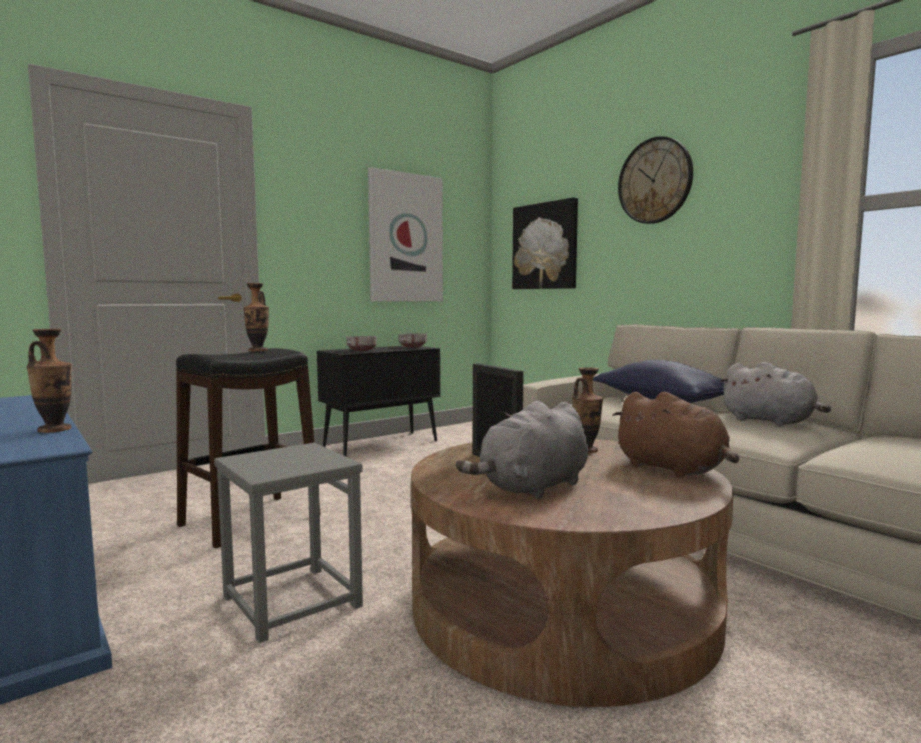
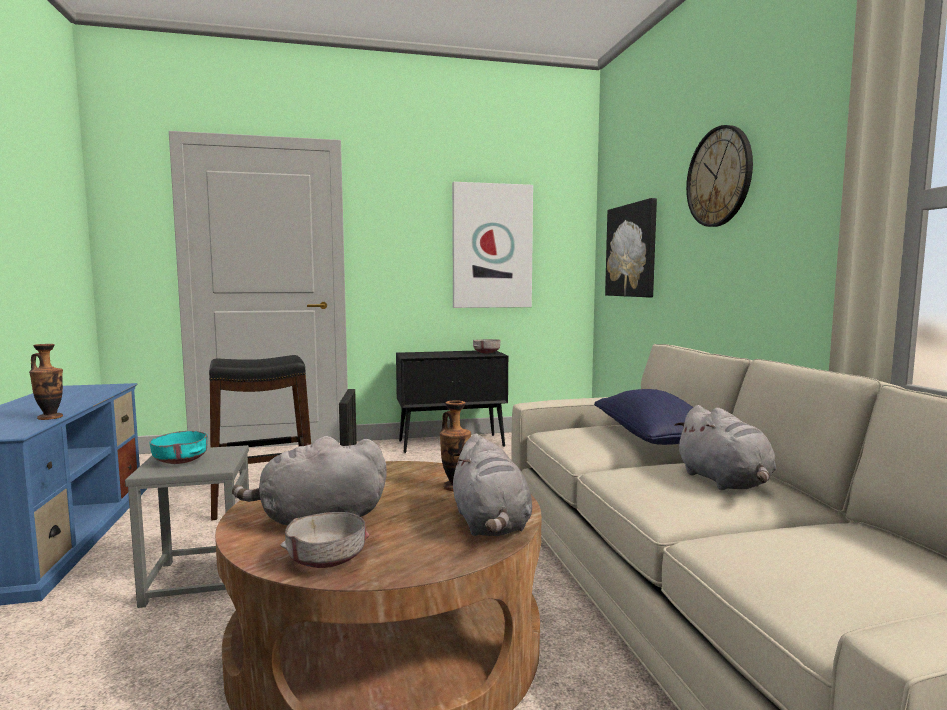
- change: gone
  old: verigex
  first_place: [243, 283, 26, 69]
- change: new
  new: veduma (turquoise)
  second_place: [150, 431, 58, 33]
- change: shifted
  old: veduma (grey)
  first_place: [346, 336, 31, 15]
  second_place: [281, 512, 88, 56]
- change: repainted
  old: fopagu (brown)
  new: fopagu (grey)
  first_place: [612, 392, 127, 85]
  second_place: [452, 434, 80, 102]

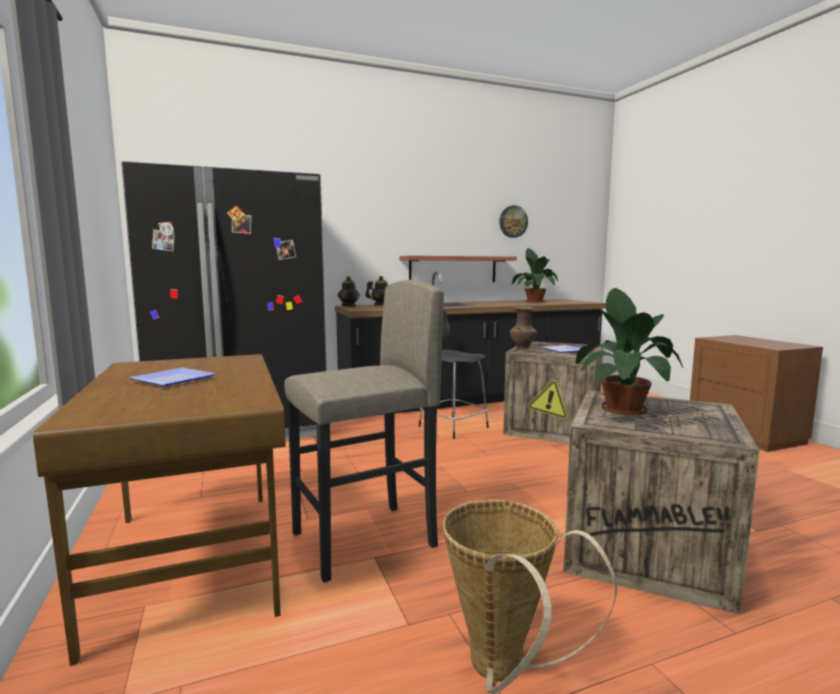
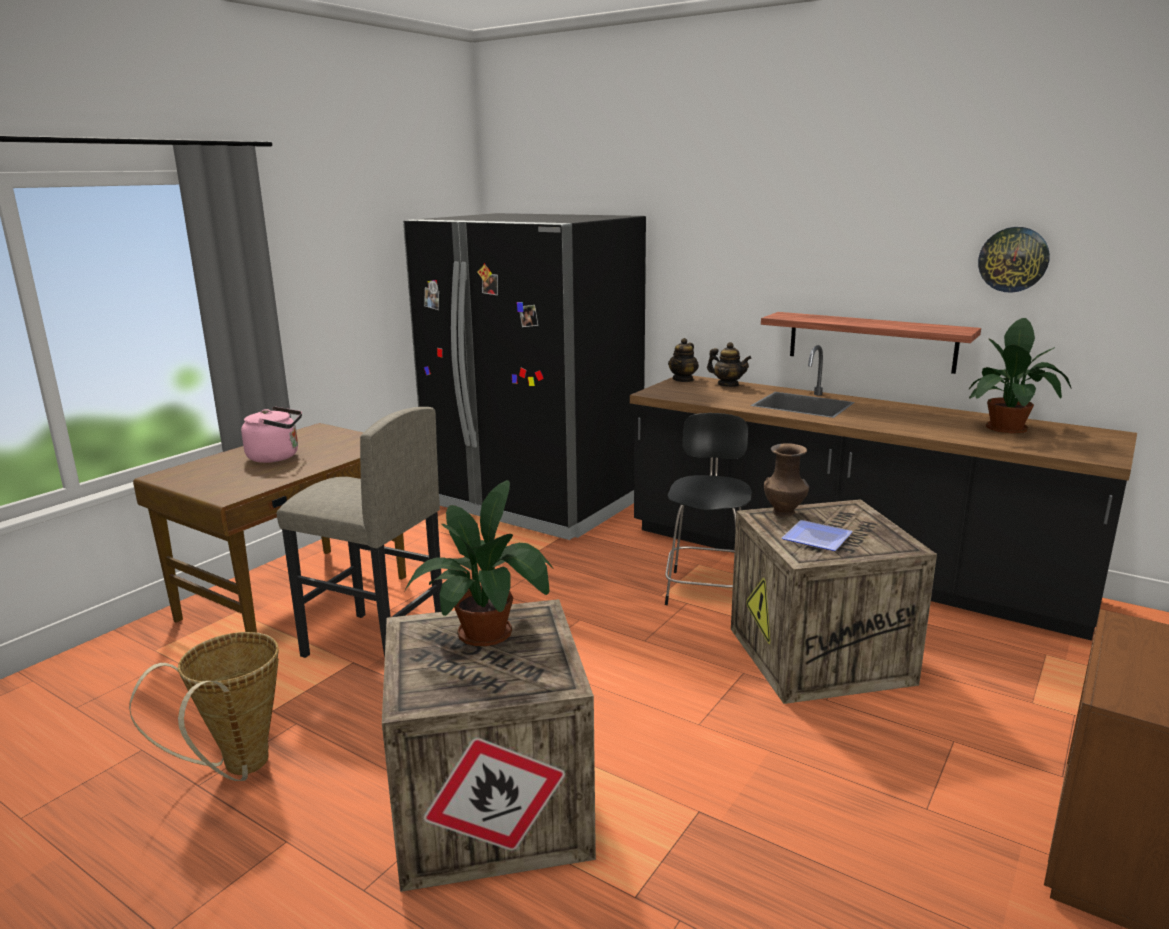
- change: swapped
  old: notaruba
  new: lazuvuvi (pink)
  first_place: [129, 368, 87, 18]
  second_place: [241, 406, 61, 57]

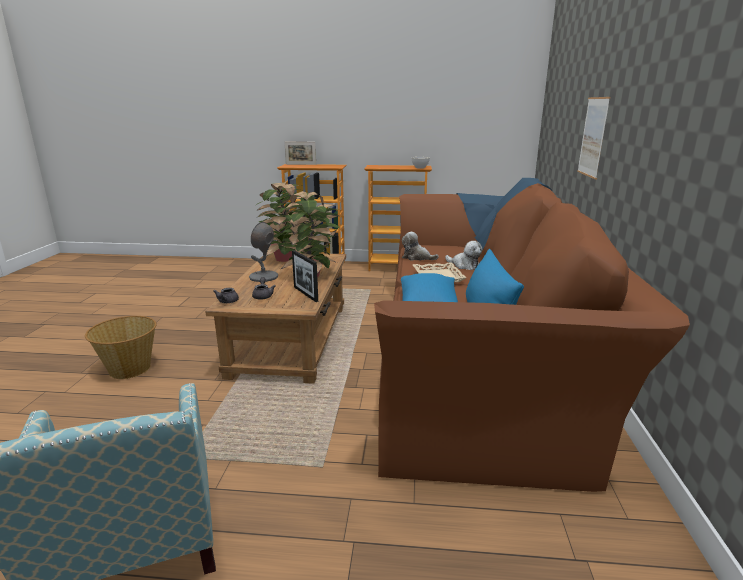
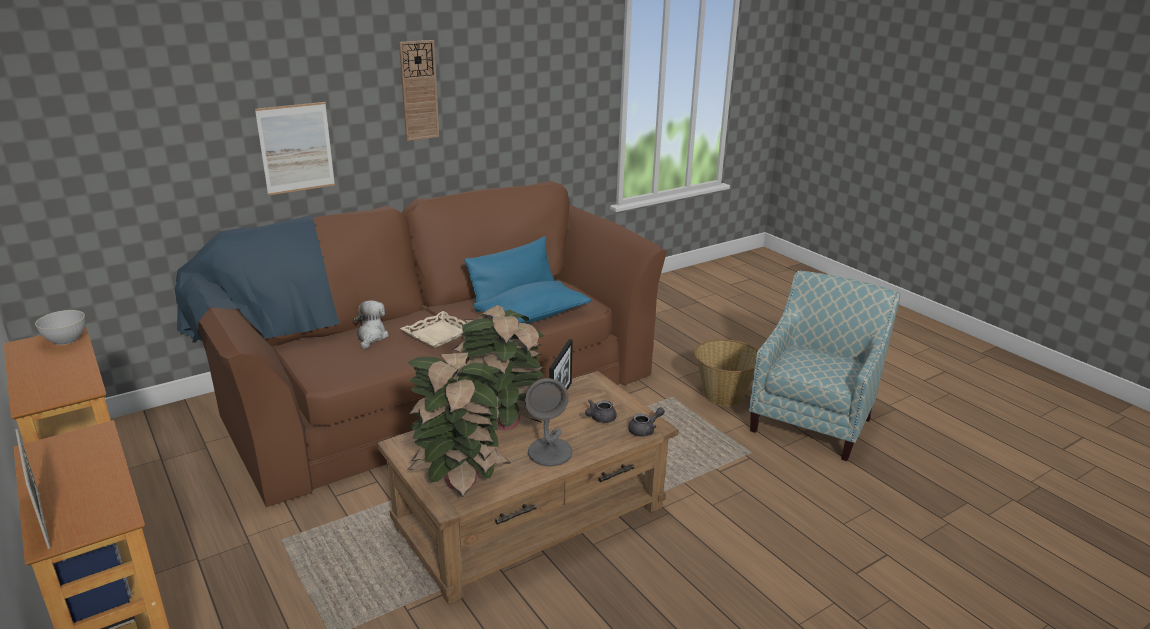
- change: gone
  old: fopagu
  first_place: [402, 232, 37, 28]
- change: new
  new: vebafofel
  second_place: [399, 40, 40, 101]
- change: shifted
  old: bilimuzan
  first_place: [85, 316, 71, 63]
  second_place: [694, 339, 64, 67]

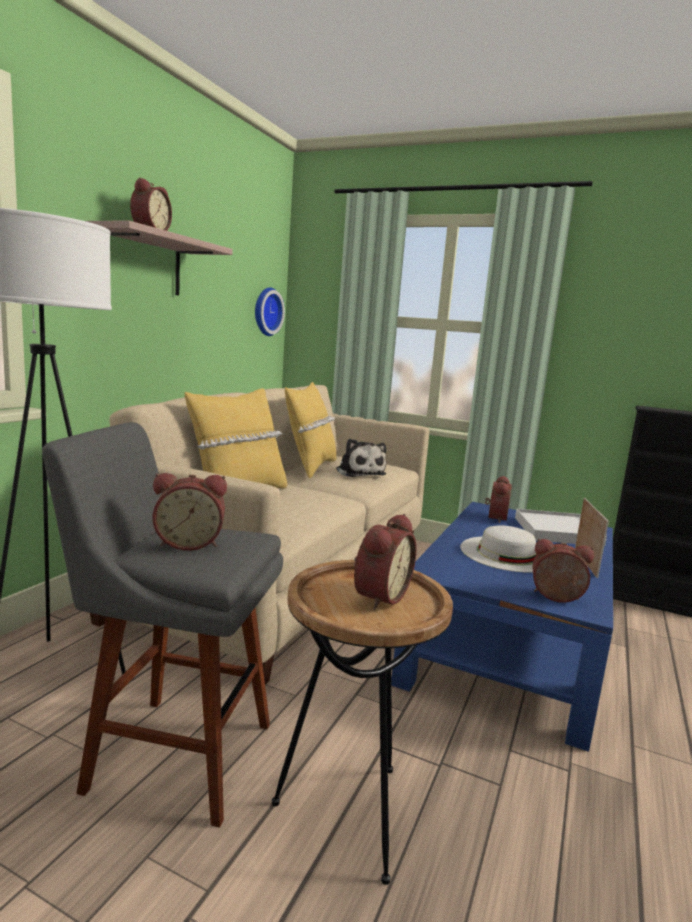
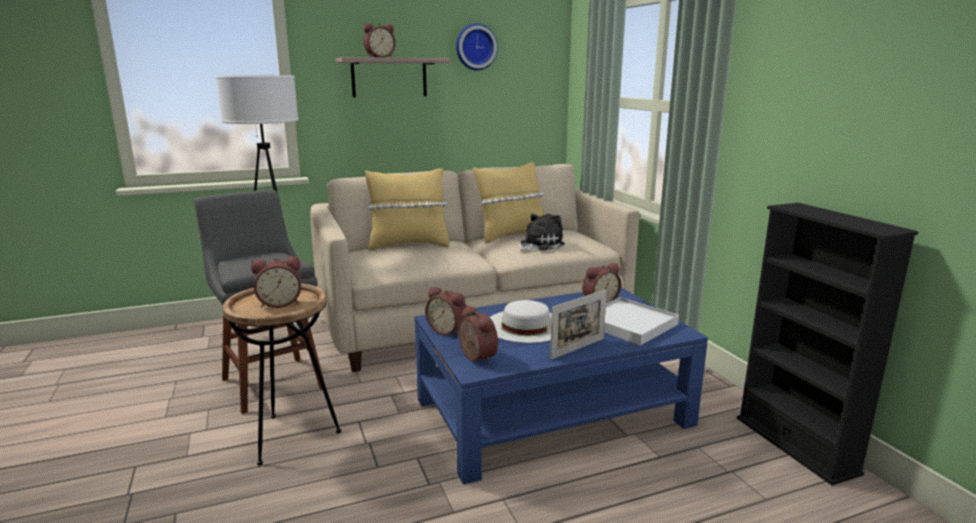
- change: shifted
  old: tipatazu
  first_place: [153, 473, 74, 78]
  second_place: [425, 286, 42, 50]
- change: shifted
  old: vebafofel
  first_place: [255, 287, 30, 49]
  second_place: [456, 23, 42, 47]
- change: rotated
  old: fopagu
  first_place: [336, 439, 50, 38]
  second_place: [520, 213, 45, 38]
  degrees: -150

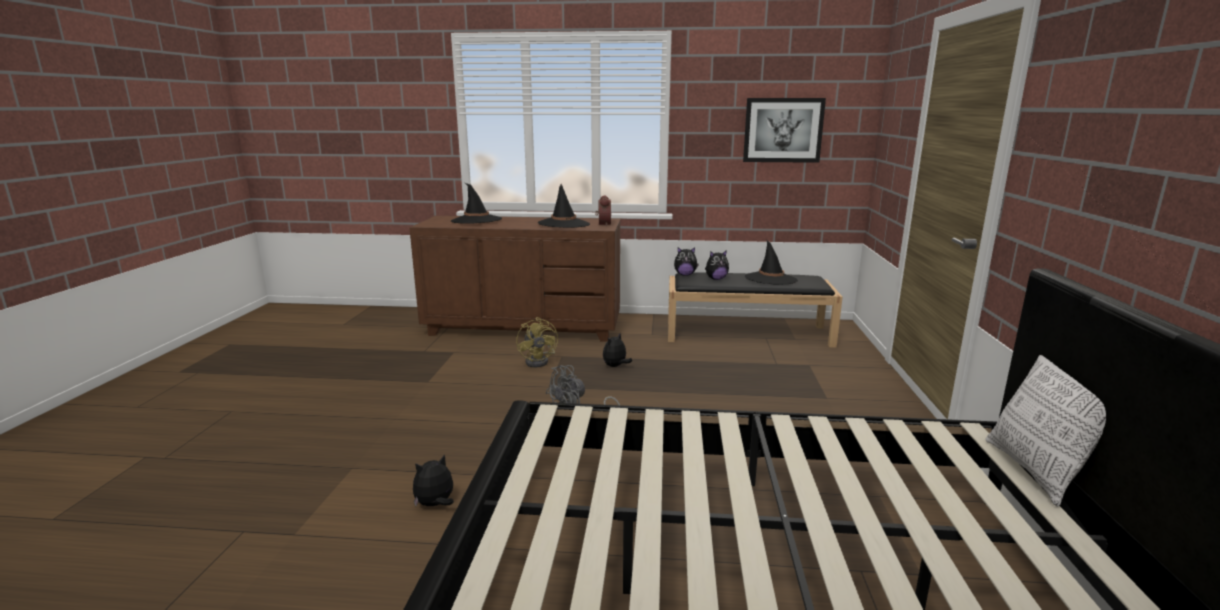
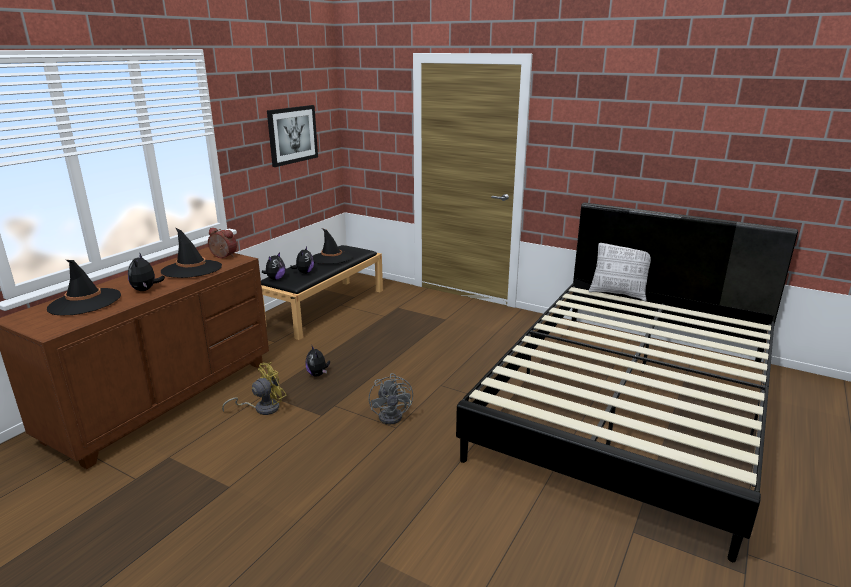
- change: shifted
  old: fopagu
  first_place: [413, 454, 41, 53]
  second_place: [128, 252, 37, 39]
- change: rotated
  old: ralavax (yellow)
  first_place: [516, 317, 42, 50]
  second_place: [222, 362, 65, 53]
  degrees: -45

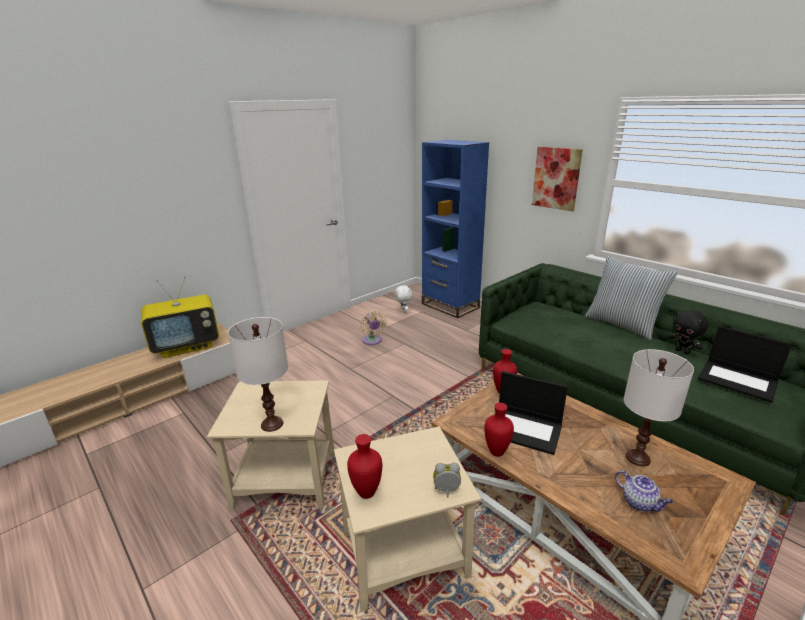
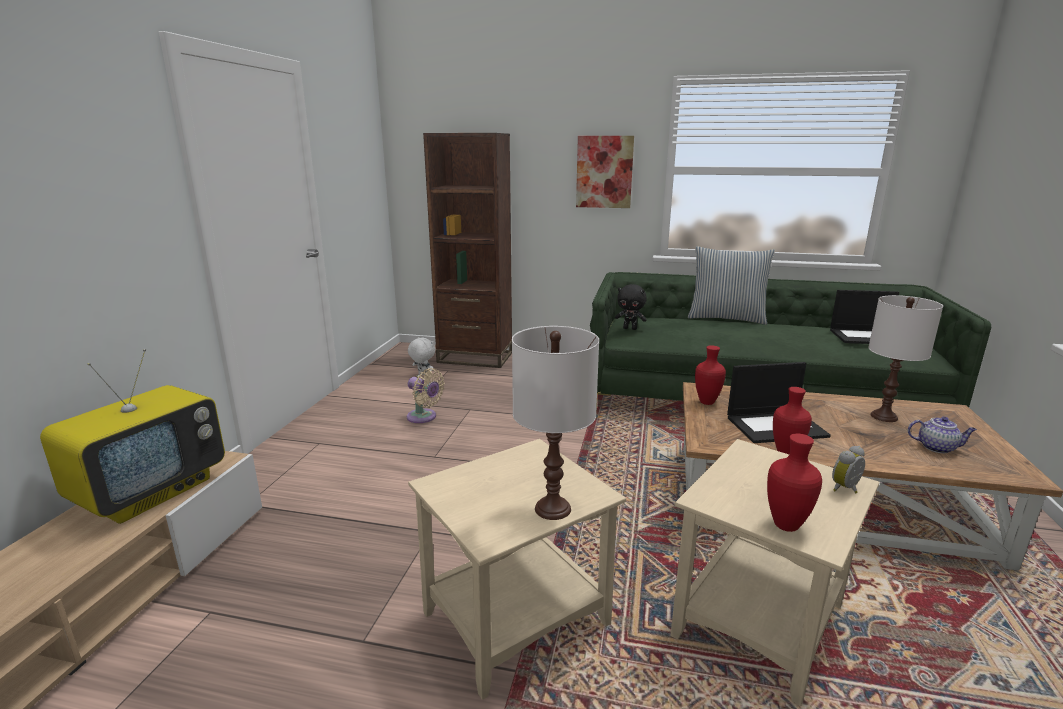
- change: shifted
  old: fopagu (black)
  first_place: [669, 310, 39, 44]
  second_place: [615, 284, 32, 46]
- change: repainted
  old: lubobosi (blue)
  new: lubobosi (brown)
  first_place: [422, 140, 67, 178]
  second_place: [423, 133, 89, 235]

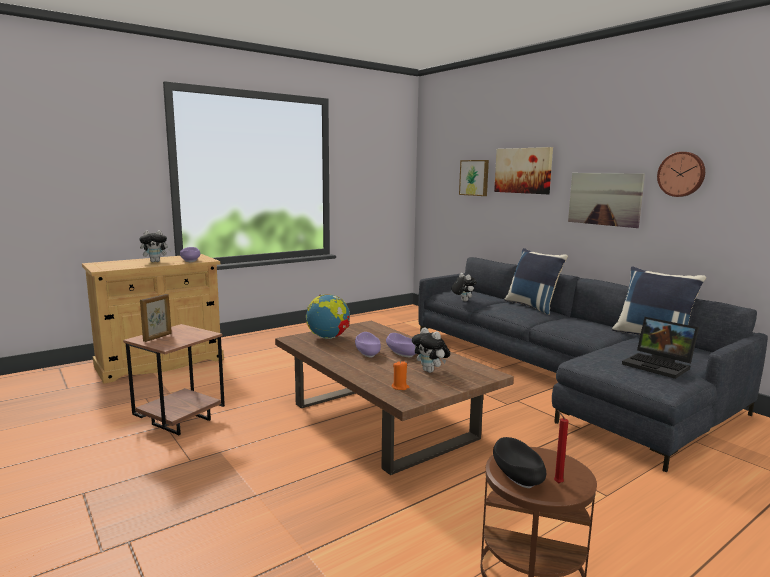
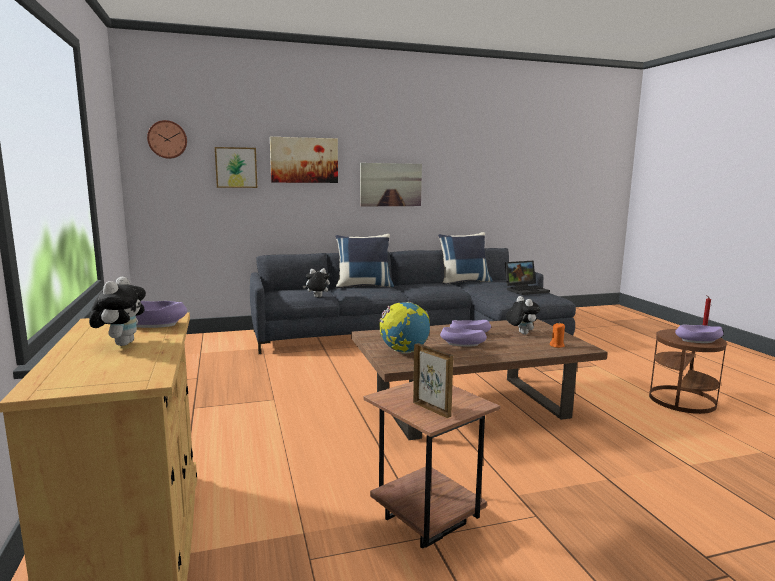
- change: shifted
  old: vebafofel
  first_place: [657, 152, 48, 45]
  second_place: [147, 120, 40, 39]
- change: repainted
  old: veduma (black)
  new: veduma (purple)
  first_place: [493, 437, 53, 51]
  second_place: [675, 324, 48, 19]
- change: rotated
  old: fopagu
  first_place: [412, 327, 38, 46]
  second_place: [506, 296, 34, 39]
  degrees: -90

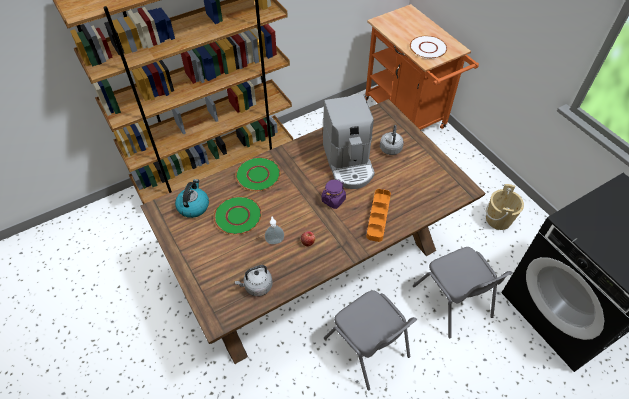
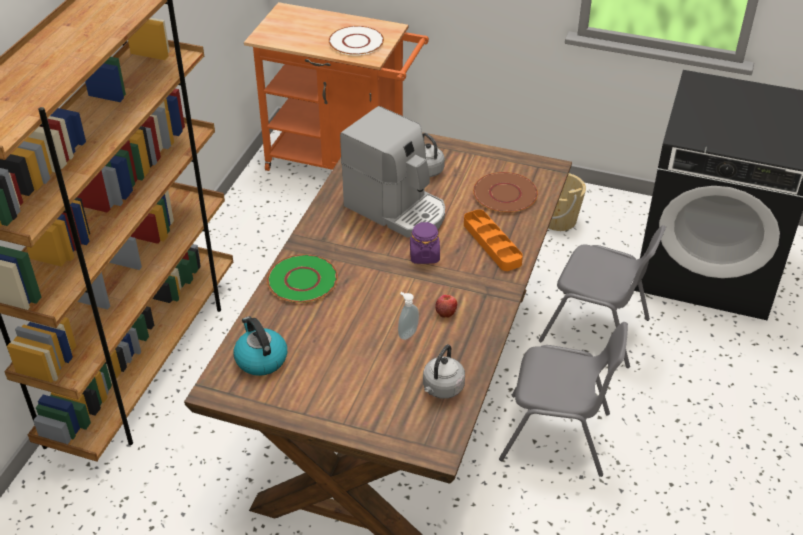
- change: gone
  old: notaruba (green)
  first_place: [214, 196, 48, 39]
- change: new
  new: notaruba (brown)
  second_place: [473, 172, 65, 41]

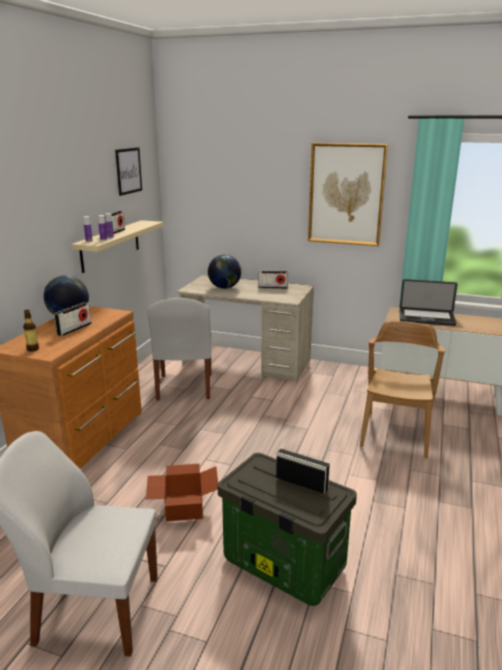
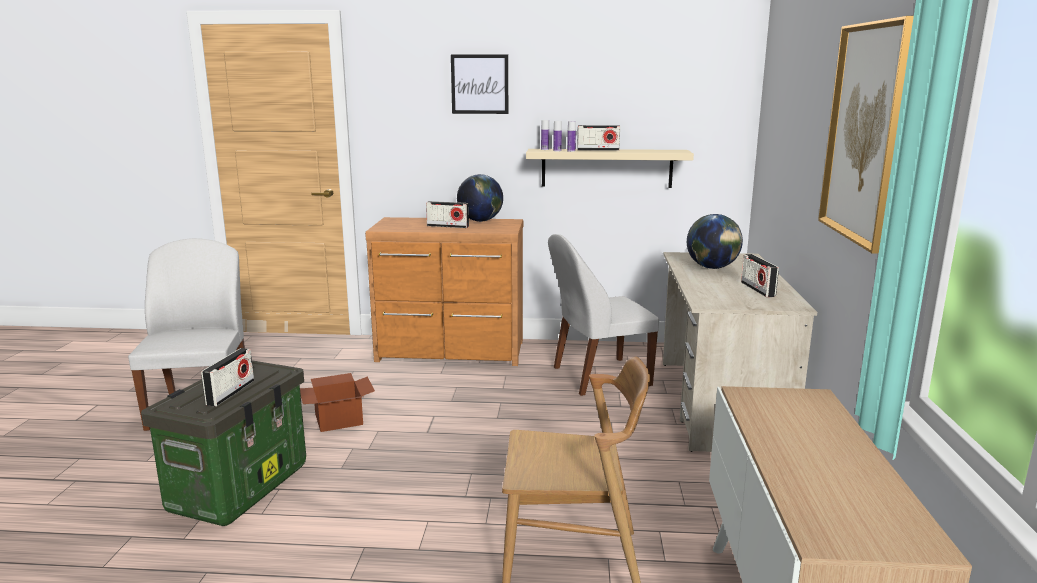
- change: gone
  old: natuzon
  first_place: [23, 310, 16, 41]
- change: gone
  old: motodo
  first_place: [400, 279, 58, 47]
- change: shifted
  old: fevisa
  first_place: [115, 147, 27, 49]
  second_place: [451, 55, 57, 59]

